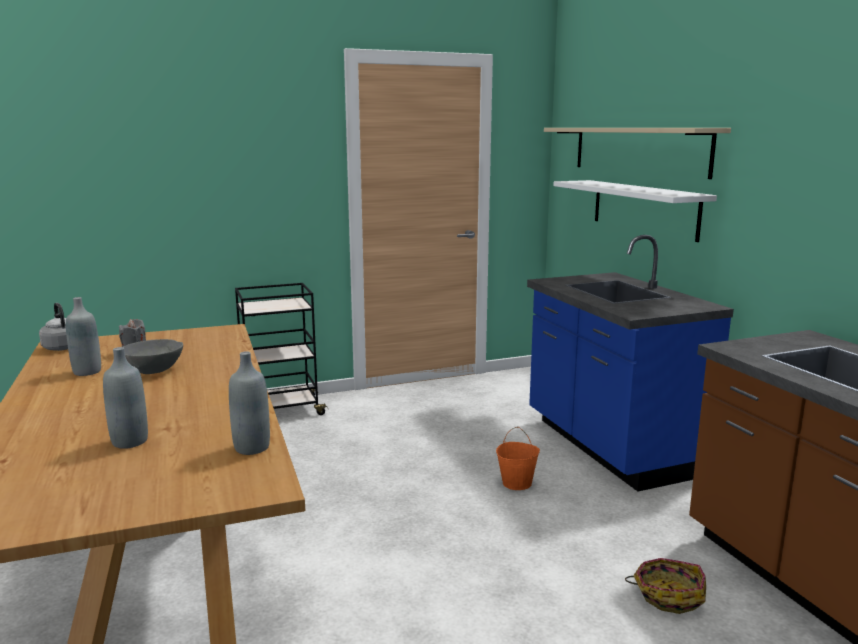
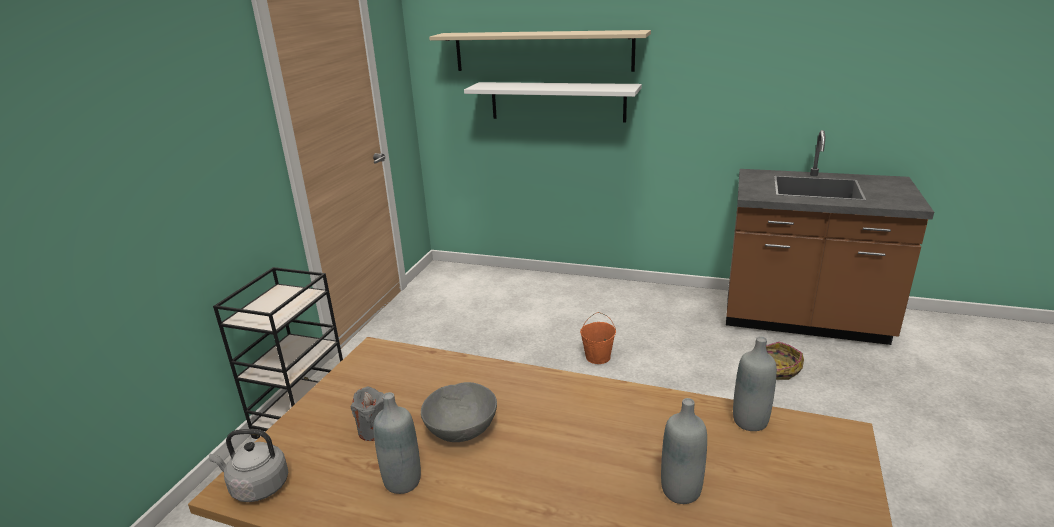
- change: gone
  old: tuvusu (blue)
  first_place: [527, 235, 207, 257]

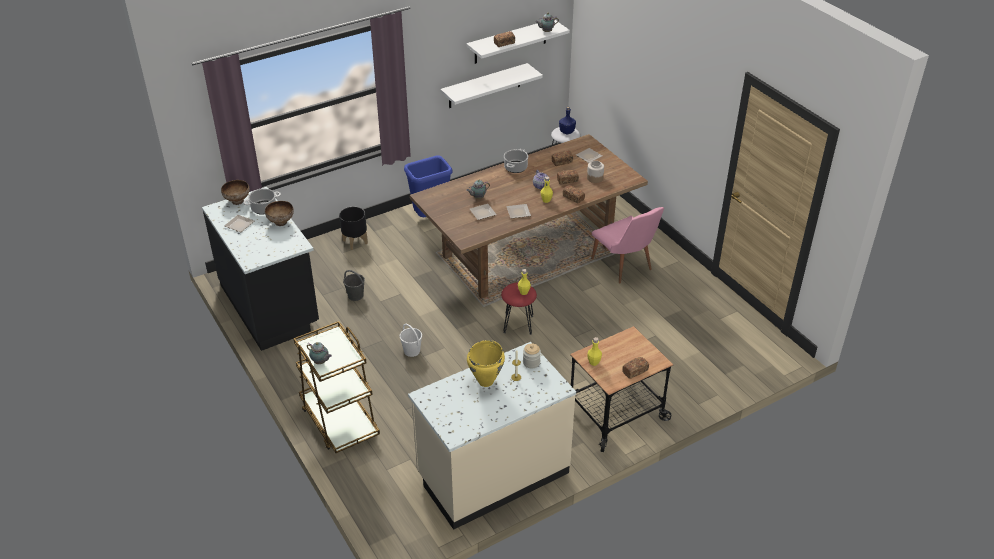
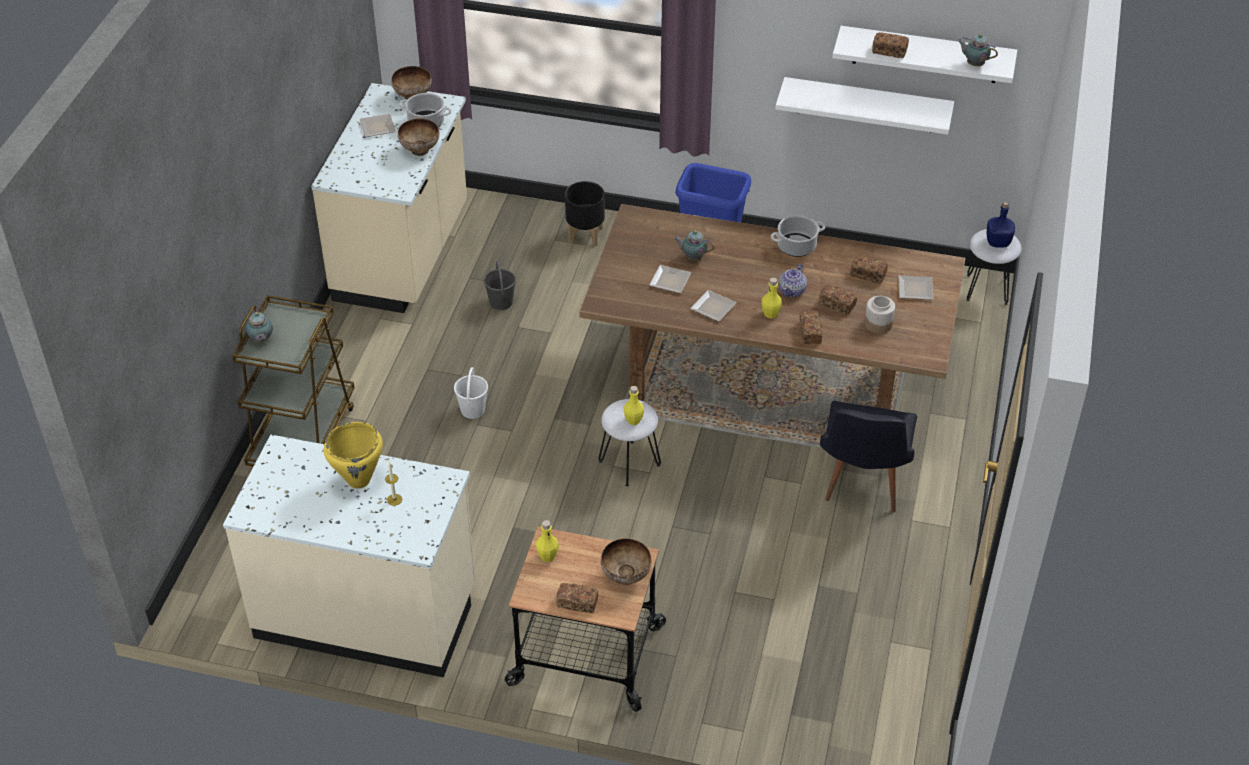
- change: gone
  old: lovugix
  first_place: [523, 344, 18, 25]
- change: new
  new: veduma
  second_place: [601, 538, 51, 47]
- change: repainted
  old: tuvusu (black)
  new: tuvusu (beige)
  first_place: [202, 187, 117, 164]
  second_place: [311, 83, 156, 230]
- change: repainted
  old: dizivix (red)
  new: dizivix (white)
  first_place: [501, 283, 36, 52]
  second_place: [598, 399, 63, 88]
- change: repainted
  old: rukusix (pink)
  new: rukusix (black)
  first_place: [591, 207, 73, 76]
  second_place: [820, 401, 97, 111]

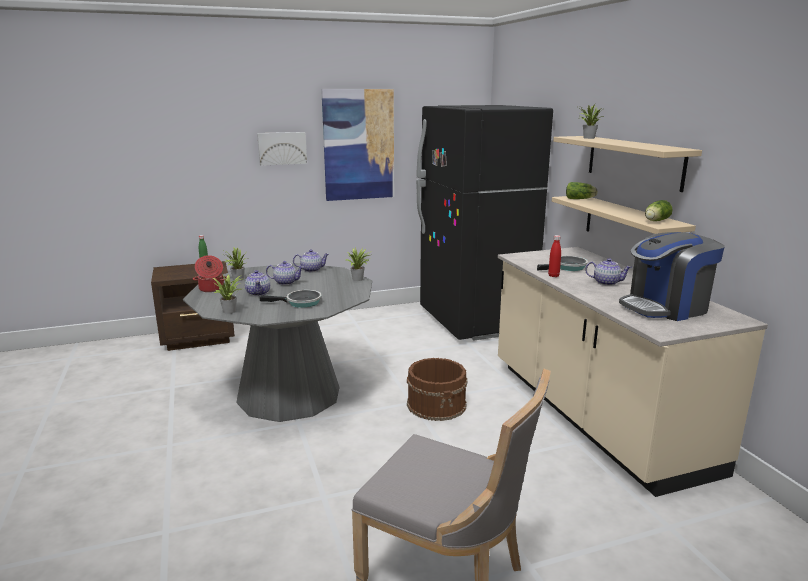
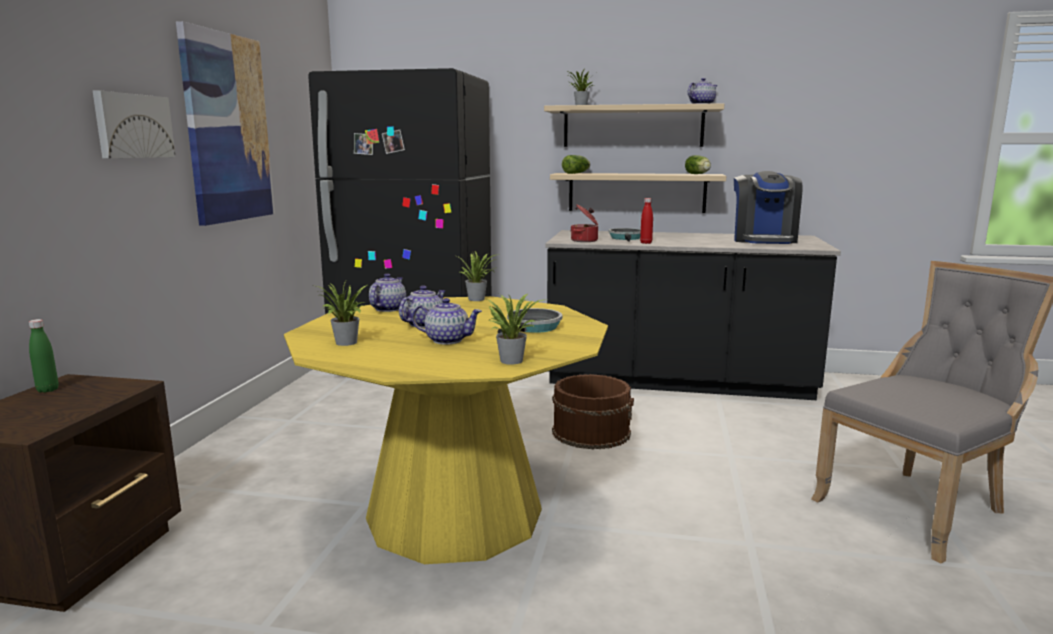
- change: shifted
  old: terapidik
  first_place: [193, 255, 34, 37]
  second_place: [570, 204, 28, 38]
- change: shifted
  old: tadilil
  first_place: [585, 258, 47, 28]
  second_place: [688, 78, 29, 26]
- change: repainted
  old: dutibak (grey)
  new: dutibak (yellow)
  first_place: [183, 263, 189, 159]
  second_place: [284, 296, 324, 268]
- change: repainted
  old: tuvusu (beige)
  new: tuvusu (black)
  first_place: [498, 247, 270, 250]
  second_place: [545, 230, 296, 170]

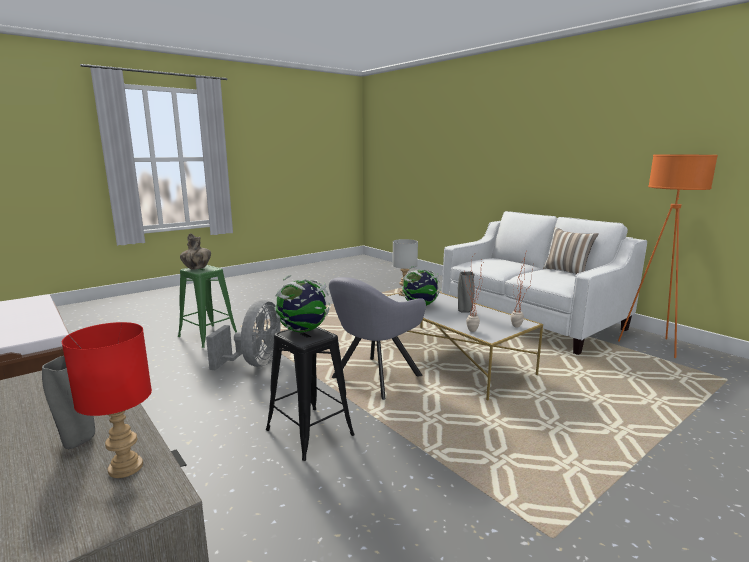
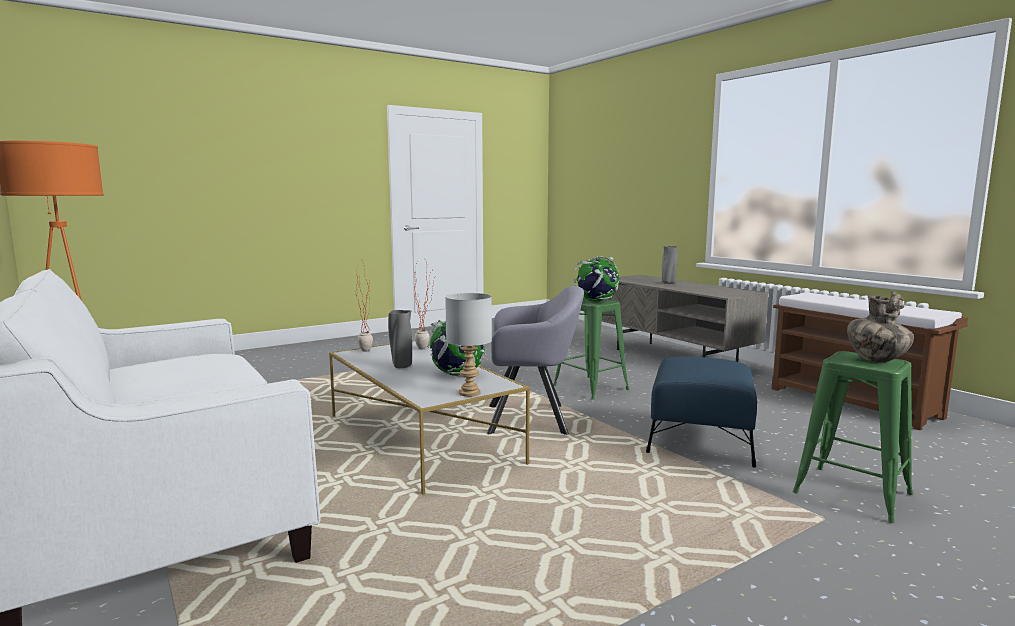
- change: gone
  old: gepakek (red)
  first_place: [62, 322, 90, 156]
- change: gone
  old: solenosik
  first_place: [543, 227, 56, 47]
- change: swapped
  old: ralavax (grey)
  new: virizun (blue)
  first_place: [206, 300, 74, 70]
  second_place: [646, 356, 111, 112]
- change: repainted
  old: dizivix (black)
  new: dizivix (green)
  first_place: [266, 327, 89, 134]
  second_place: [553, 298, 77, 102]
- change: rotated
  old: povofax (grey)
  first_place: [329, 277, 97, 123]
  second_place: [487, 286, 97, 149]
  degrees: 45

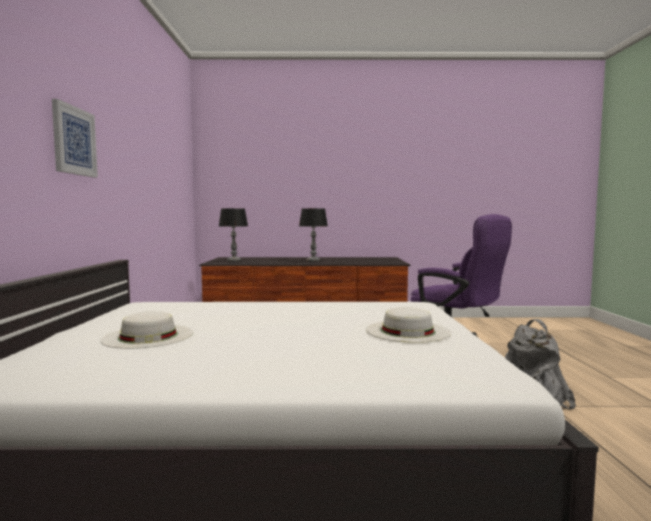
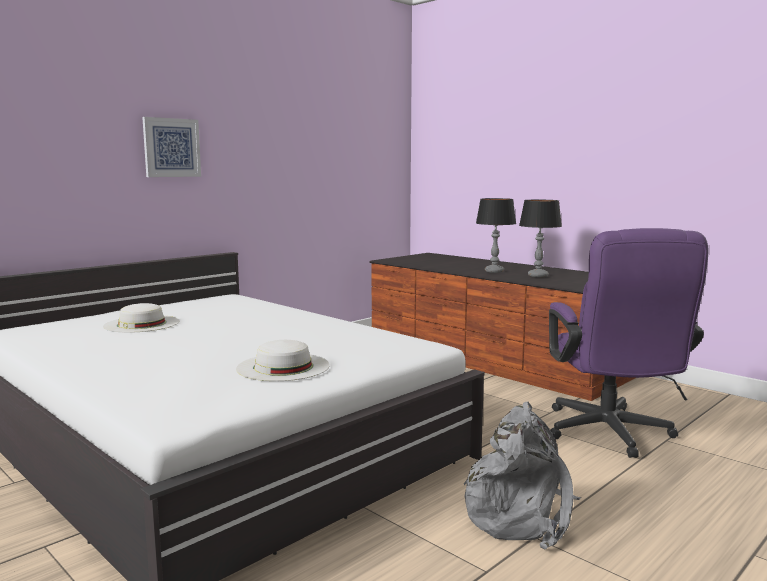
- change: shifted
  old: gepakek
  first_place: [219, 208, 29, 54]
  second_place: [519, 200, 43, 77]

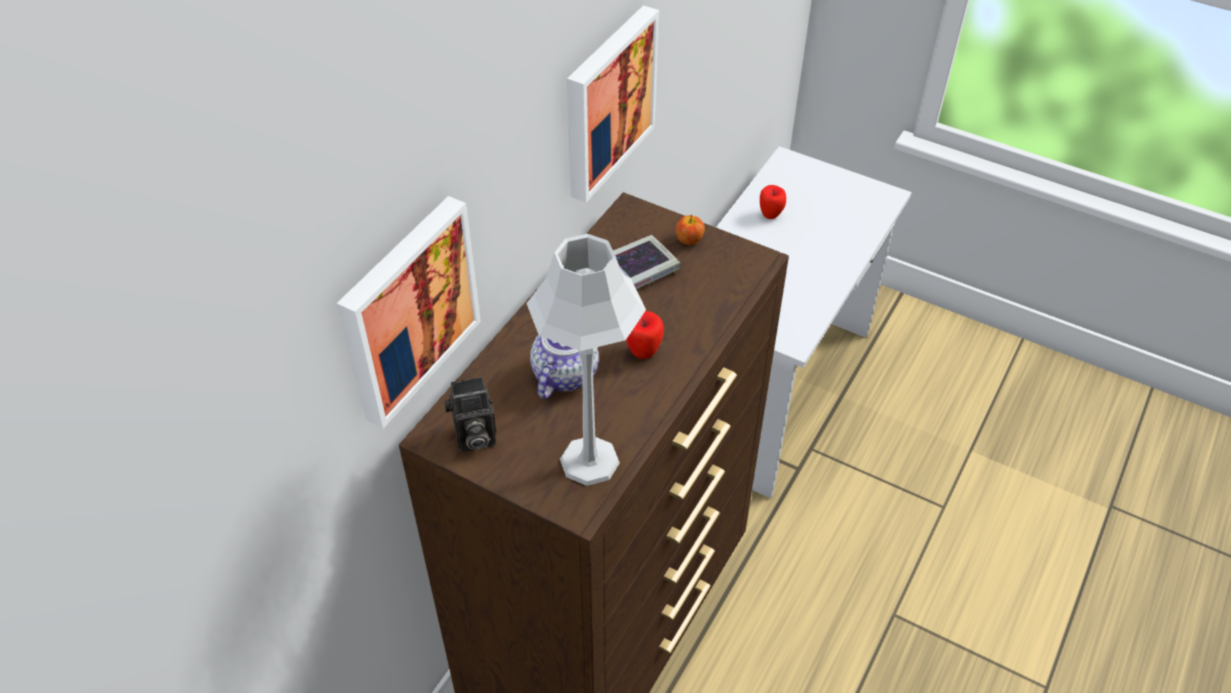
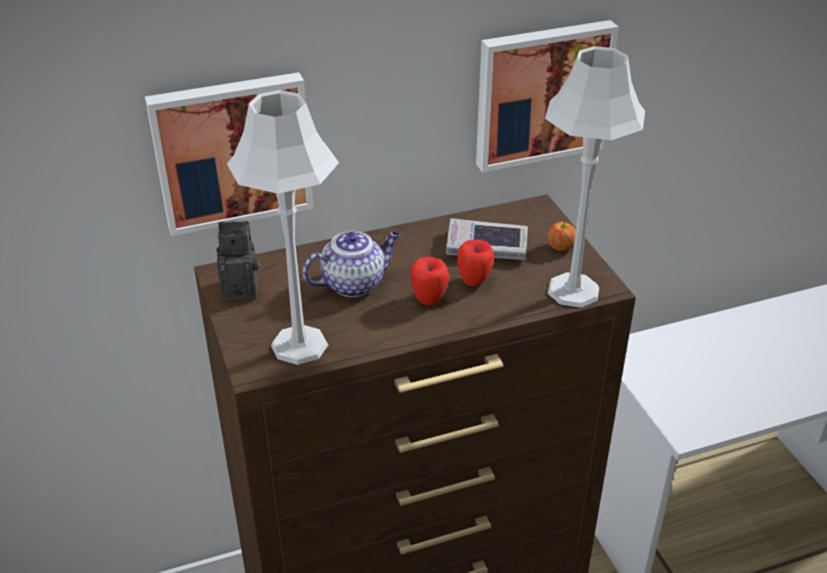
- change: new
  new: gepakek (grey)
  second_place: [545, 46, 100, 262]
- change: shifted
  old: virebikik
  first_place: [760, 185, 26, 34]
  second_place: [457, 239, 37, 47]
- change: rotated
  old: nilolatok
  first_place: [444, 377, 52, 75]
  second_place: [217, 220, 43, 80]
  degrees: 150

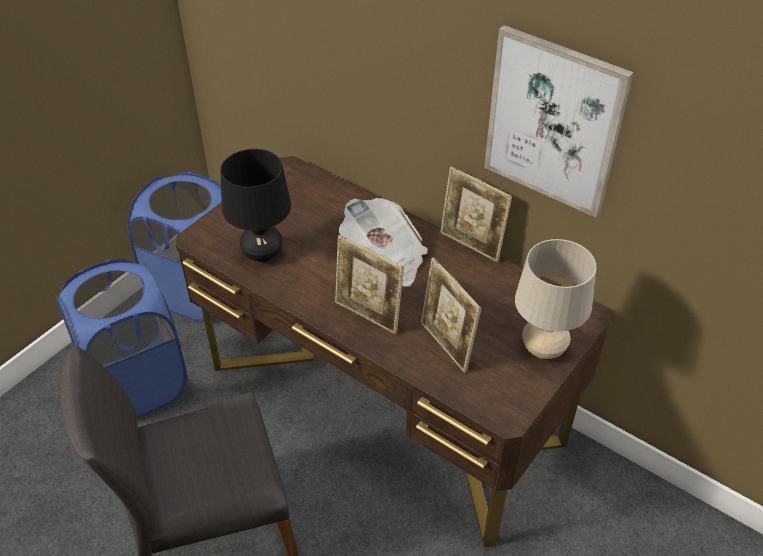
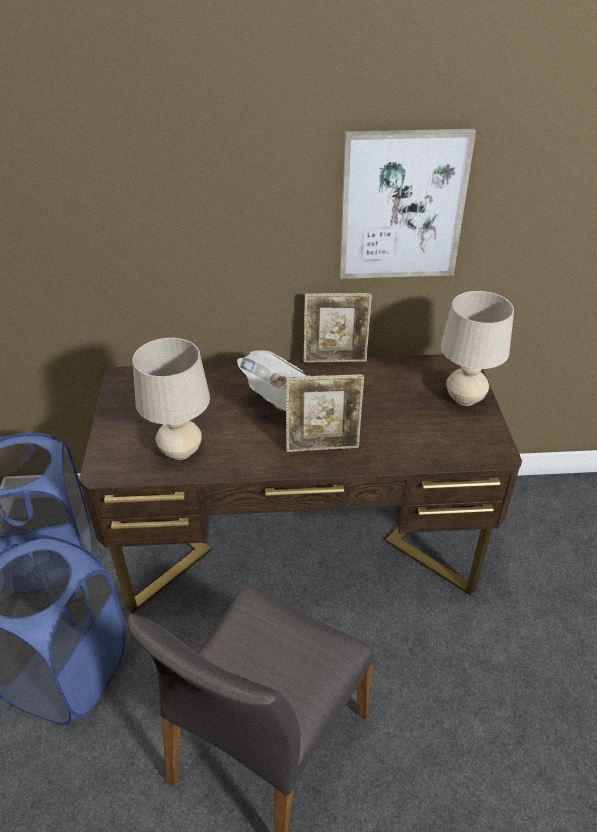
- change: gone
  old: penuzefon
  first_place: [421, 258, 60, 115]
- change: repainted
  old: gepakek (black)
  new: gepakek (beige)
  first_place: [220, 149, 71, 113]
  second_place: [133, 338, 77, 122]

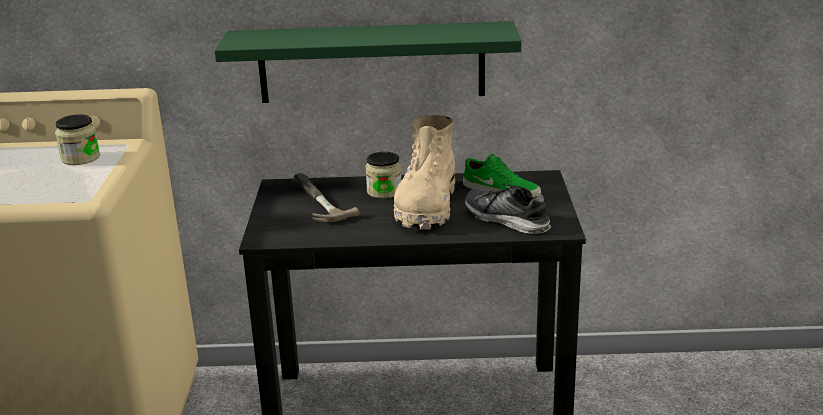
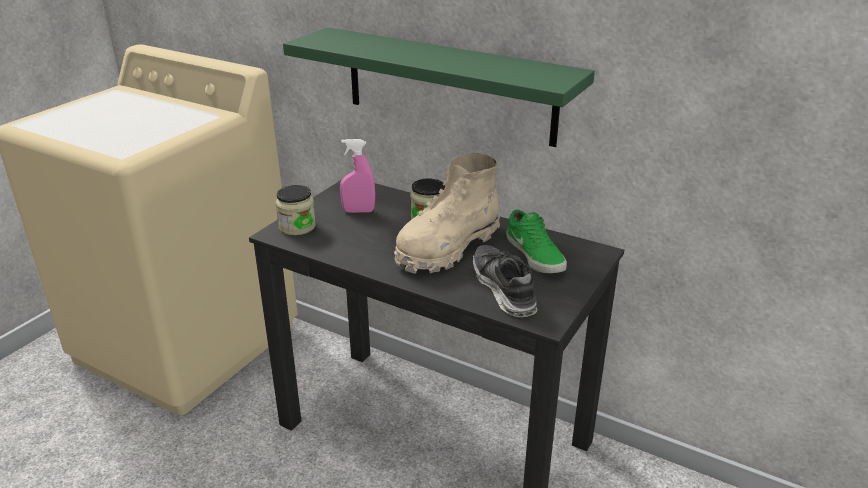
- change: shifted
  old: lovugix
  first_place: [55, 114, 45, 51]
  second_place: [276, 185, 40, 50]
- change: swapped
  old: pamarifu
  new: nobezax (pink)
  first_place: [294, 173, 65, 49]
  second_place: [340, 139, 35, 74]

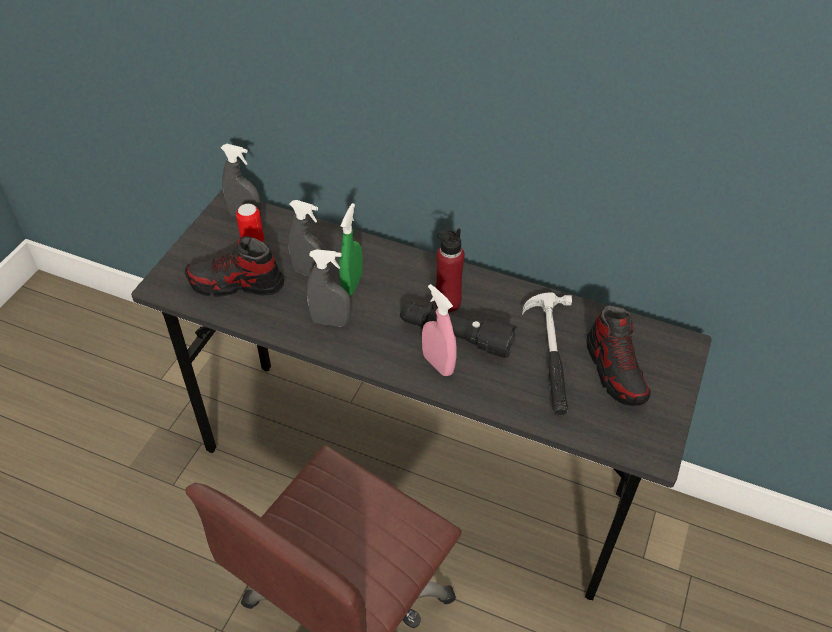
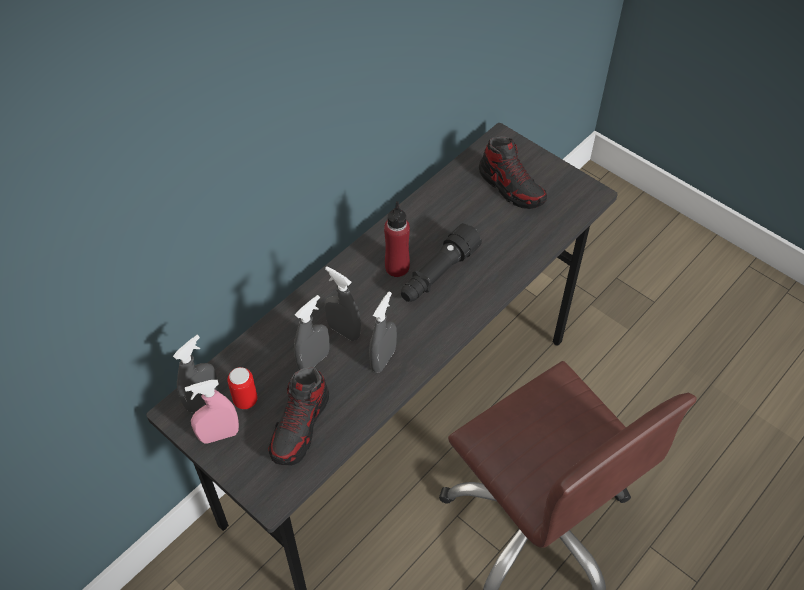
- change: gone
  old: pamarifu
  first_place: [522, 292, 50, 123]
- change: shifted
  old: nobezax (pink)
  first_place: [422, 284, 35, 92]
  second_place: [185, 380, 54, 64]
- change: repainted
  old: nobezax (green)
  new: nobezax (grey)
  first_place: [339, 203, 24, 93]
  second_place: [325, 266, 36, 75]
- change: rotated
  old: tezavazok
  first_place: [587, 306, 64, 100]
  second_place: [479, 136, 68, 73]
  degrees: 45

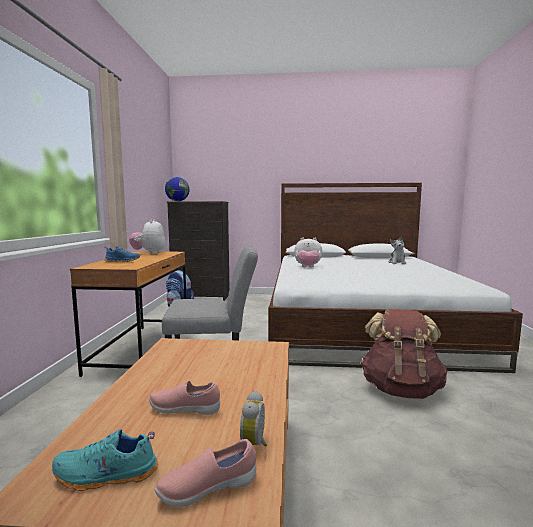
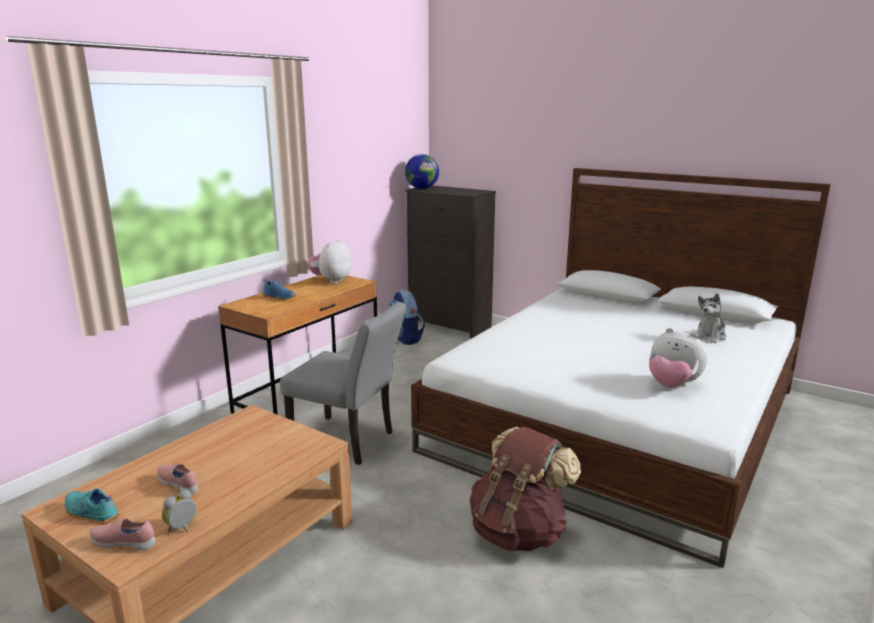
- change: shifted
  old: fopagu
  first_place: [294, 237, 28, 30]
  second_place: [649, 328, 58, 60]

